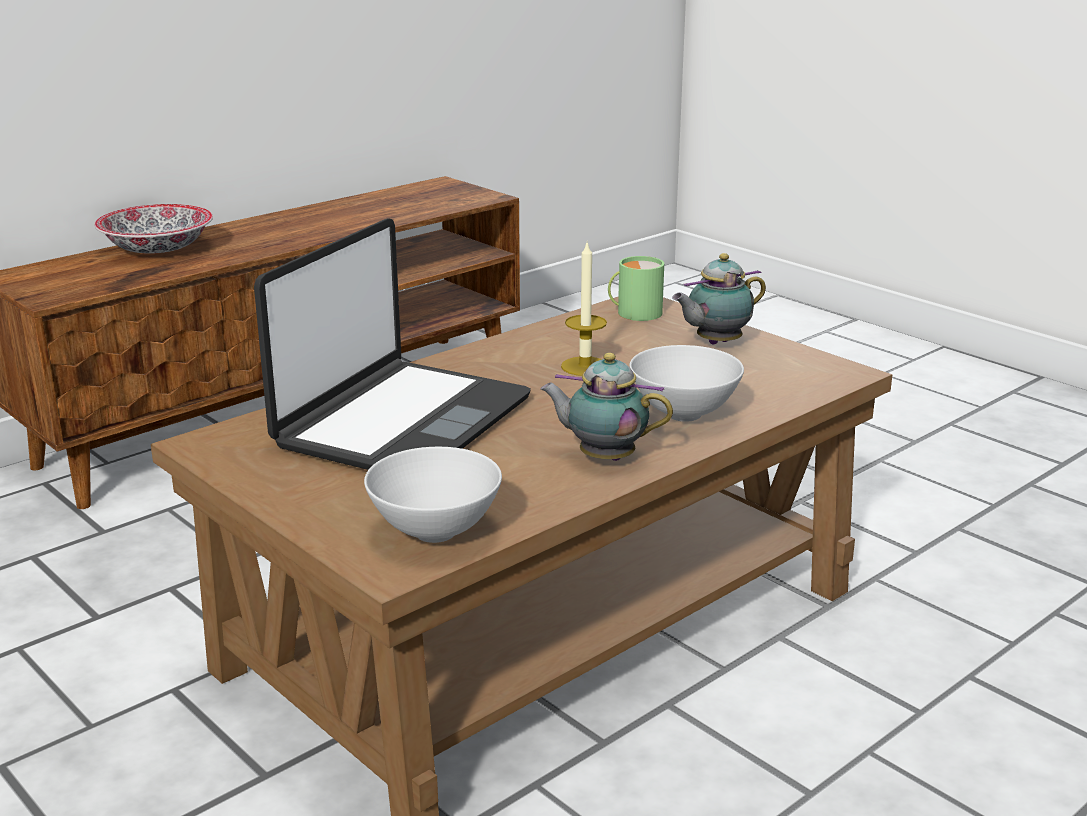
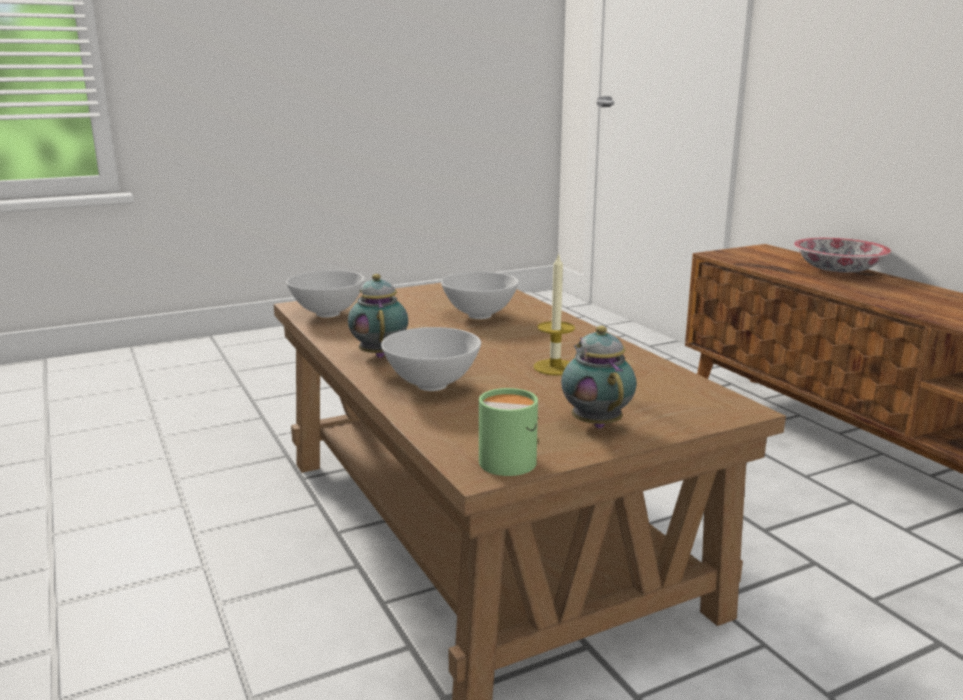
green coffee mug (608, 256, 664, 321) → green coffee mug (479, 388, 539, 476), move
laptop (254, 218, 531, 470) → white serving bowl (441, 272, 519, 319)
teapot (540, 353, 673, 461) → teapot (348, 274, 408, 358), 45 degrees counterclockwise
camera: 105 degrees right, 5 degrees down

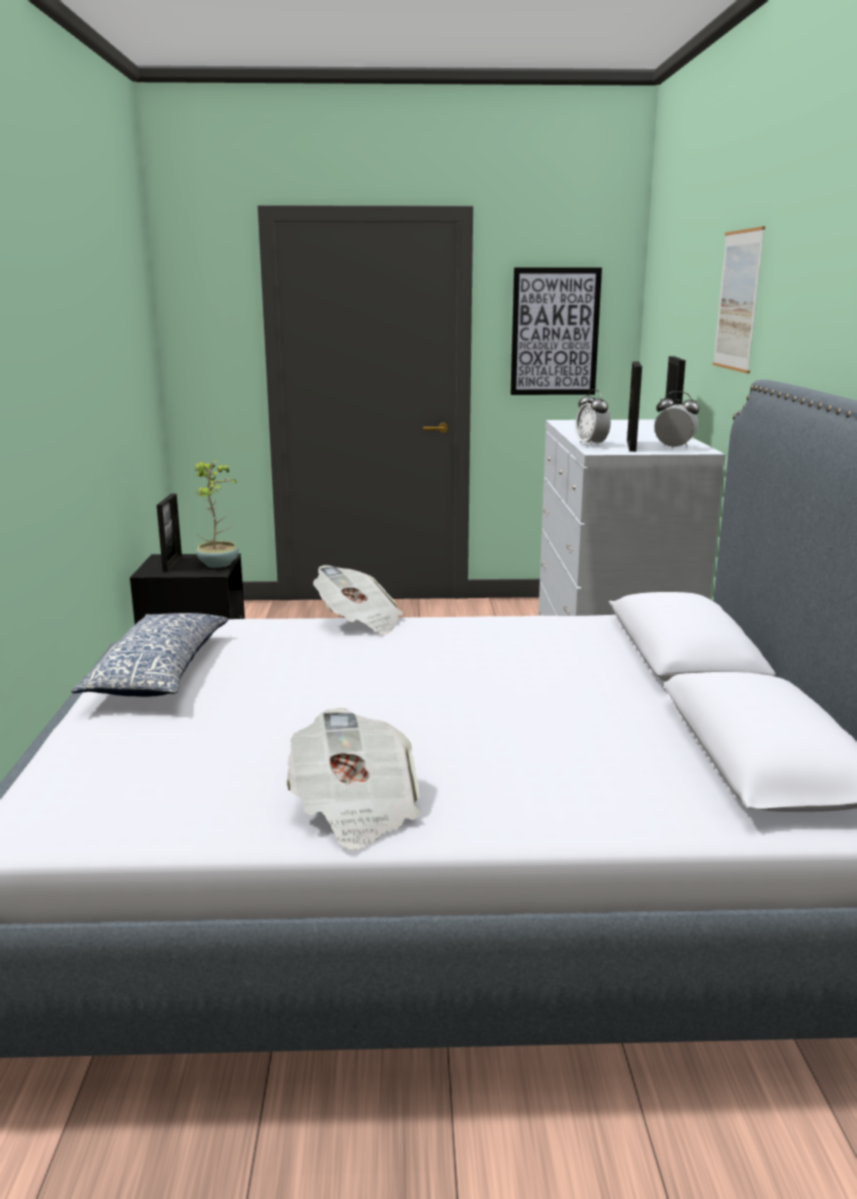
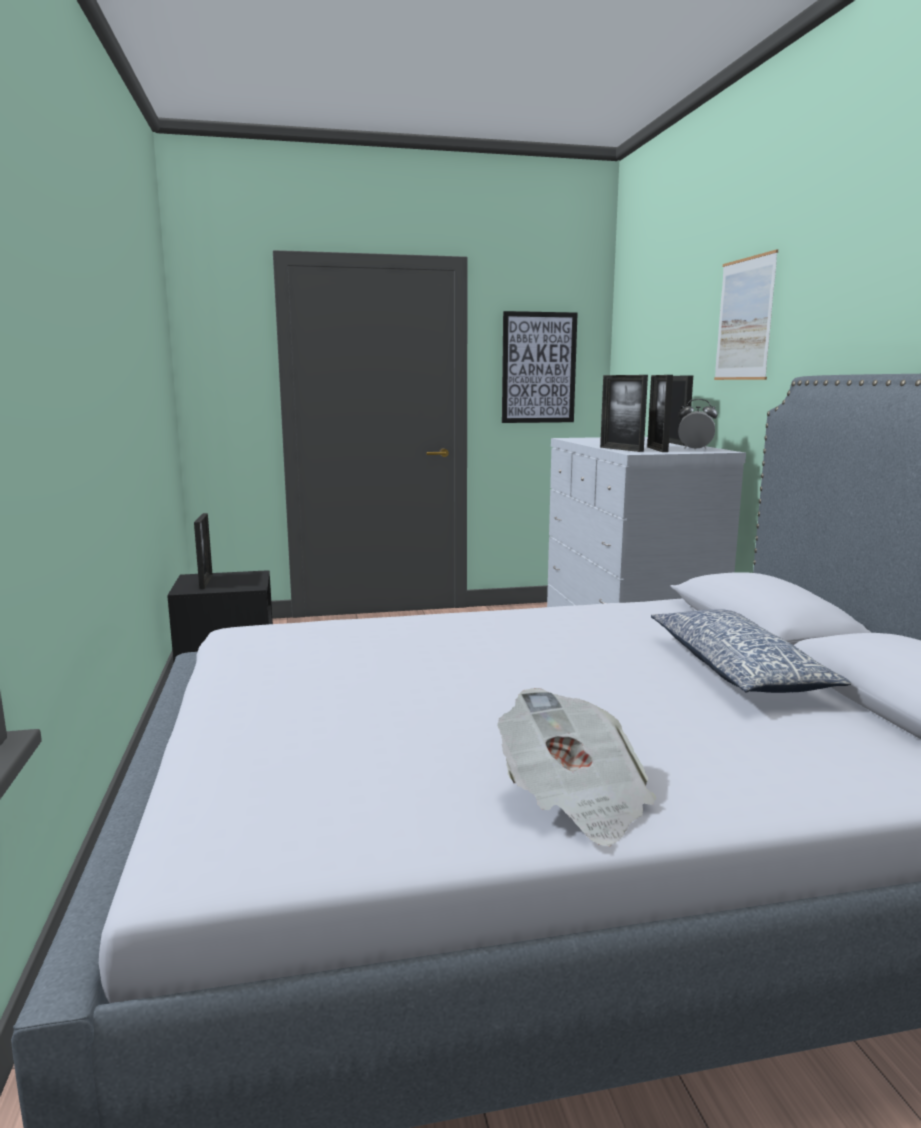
houseplant (196, 461, 239, 568) → -
newspaper (313, 565, 403, 634) → -
throw pillow (71, 613, 229, 697) → throw pillow (651, 609, 851, 693), move
alarm clock (575, 389, 611, 447) → photo frame (600, 375, 648, 452)
camera: 10 degrees left, 5 degrees down

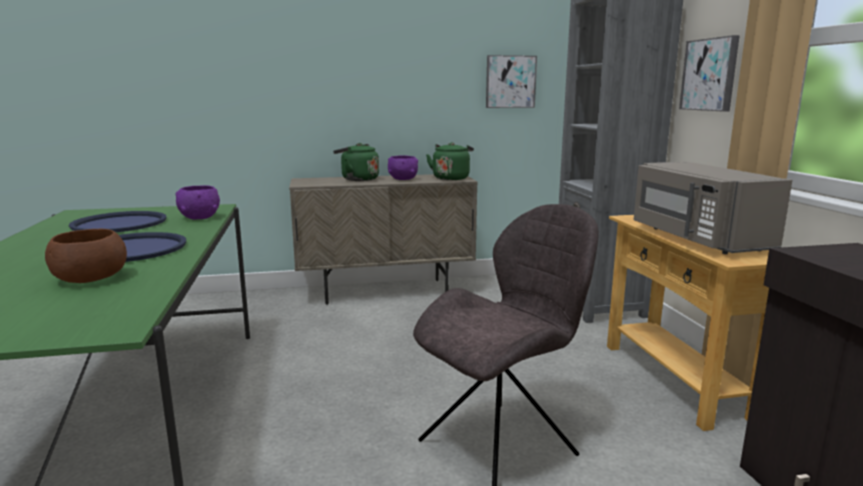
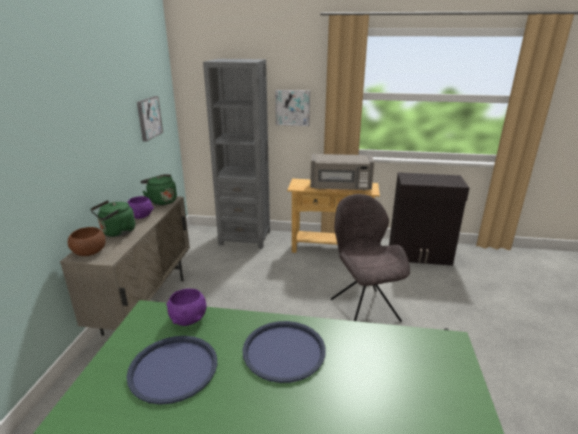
brown-coloured serving bowl (45, 229, 127, 283) → brown-coloured serving bowl (68, 227, 106, 256), move
camera: 70 degrees left, 10 degrees up

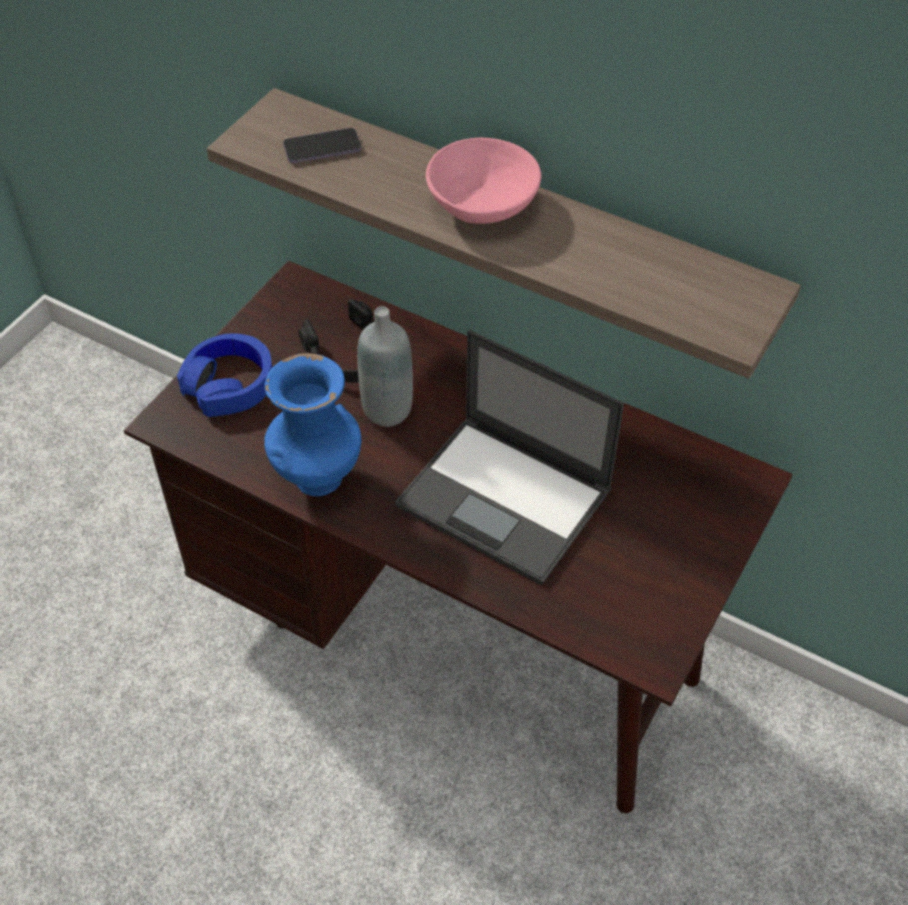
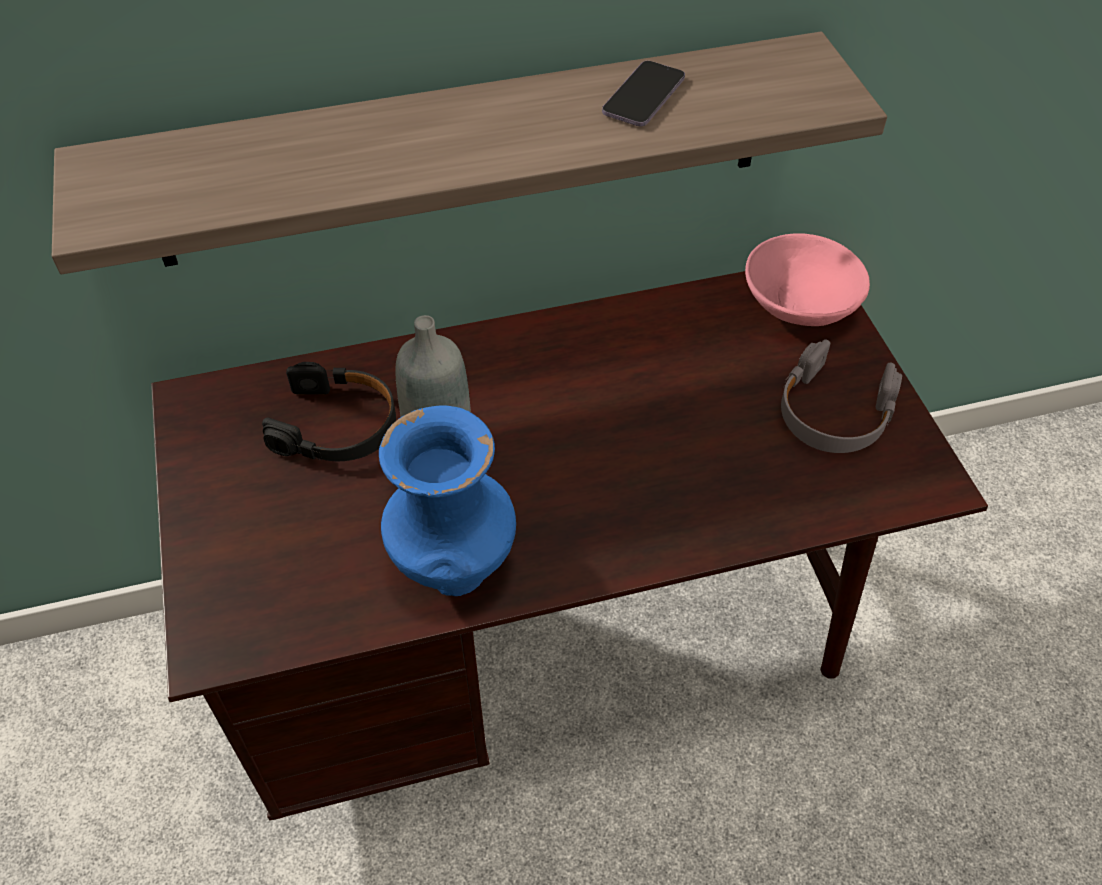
blue headphones (177, 334, 273, 417) → -
laptop (395, 330, 624, 585) → -
- → greyish headphones (781, 339, 902, 453)
handset (283, 128, 362, 163) → handset (602, 61, 685, 126), move
pink-coloured serving bowl (426, 138, 541, 224) → pink-coloured serving bowl (745, 233, 870, 326), move
camera: 45 degrees left, 0 degrees up

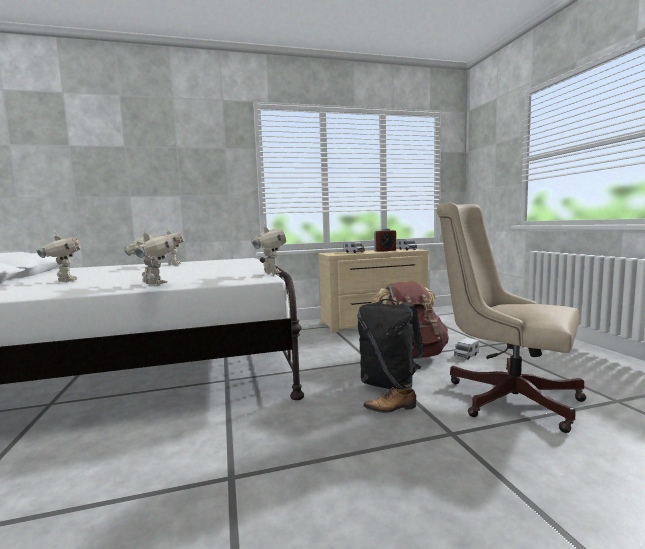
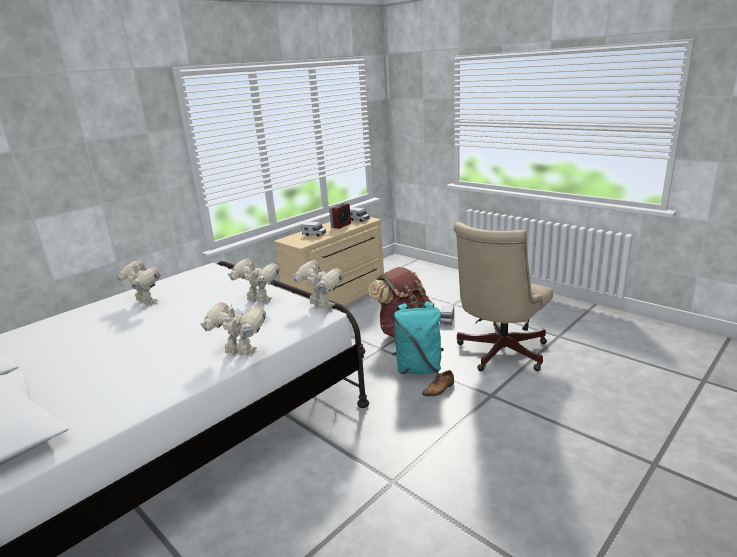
toy robot (37, 231, 81, 282) → toy robot (228, 258, 280, 303), move
blackish knapsack (358, 299, 424, 389) → turquoise knapsack (392, 301, 444, 374)
beige office chair (436, 202, 586, 433) → beige office chair (454, 222, 553, 371), 60 degrees counterclockwise
camera: 30 degrees left, 15 degrees up

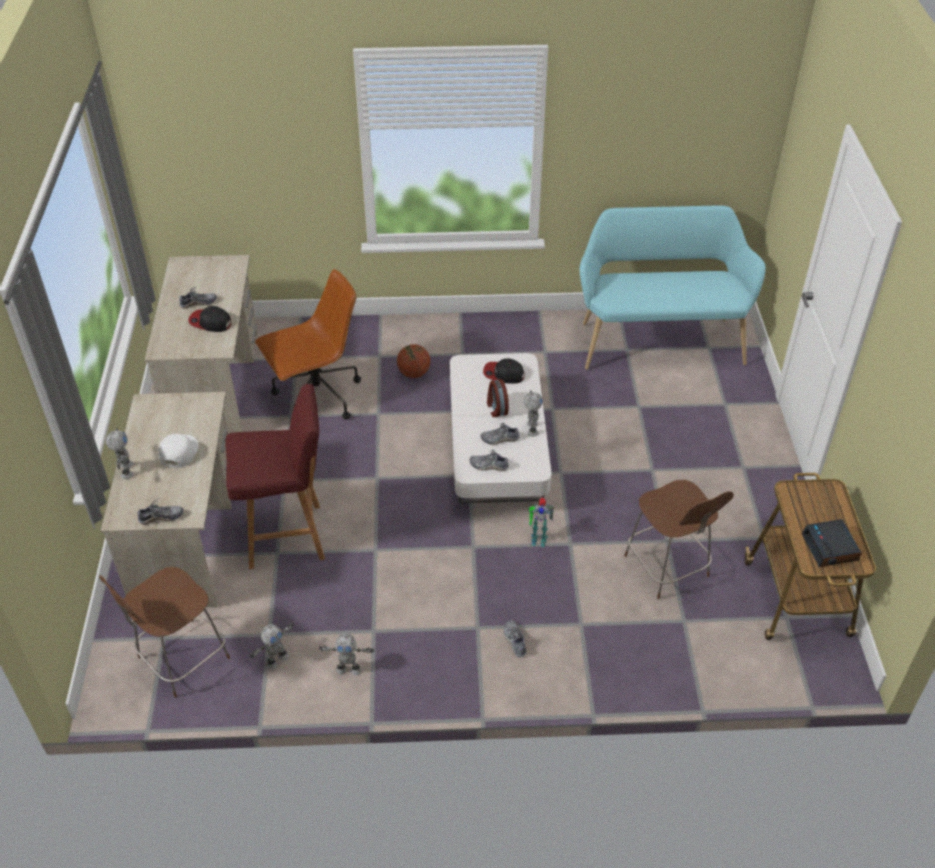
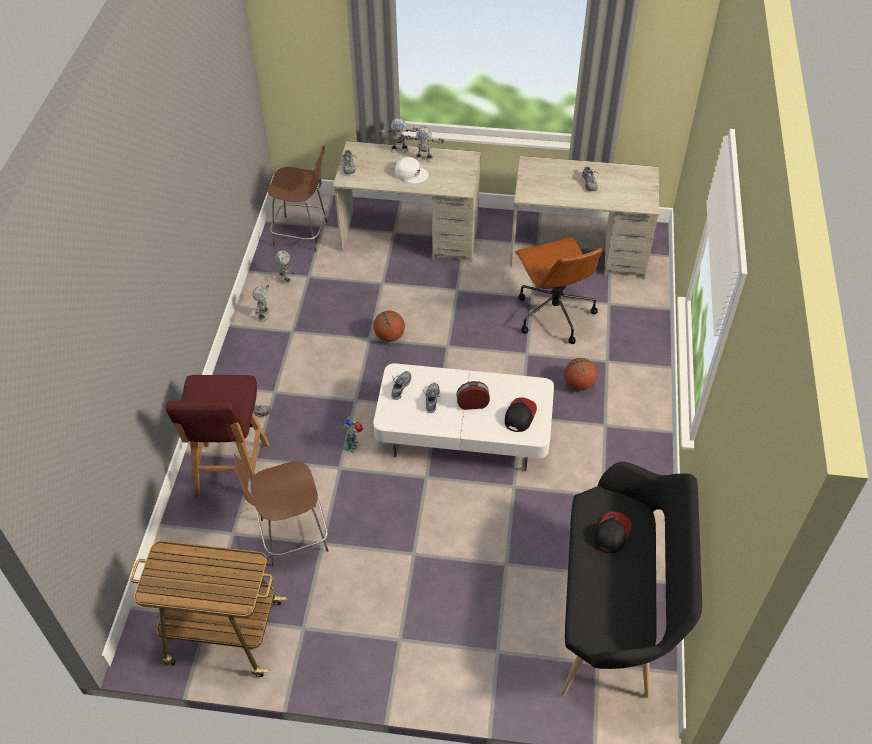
alarm clock (802, 519, 862, 567) → -
- → basketball ball (373, 311, 405, 342)
baseball cap (188, 306, 231, 332) → baseball cap (594, 511, 632, 553), move
red stool (225, 384, 325, 569) → red stool (166, 375, 269, 498), move
toy robot (524, 390, 543, 436) → toy robot (405, 126, 444, 162), move
turquoise bench (580, 205, 766, 369) → blackish bench (561, 462, 702, 698)
brown-coloured chair (99, 567, 230, 698) → brown-coloured chair (268, 145, 327, 252), 135 degrees clockwise
camera: 100 degrees right, 5 degrees up

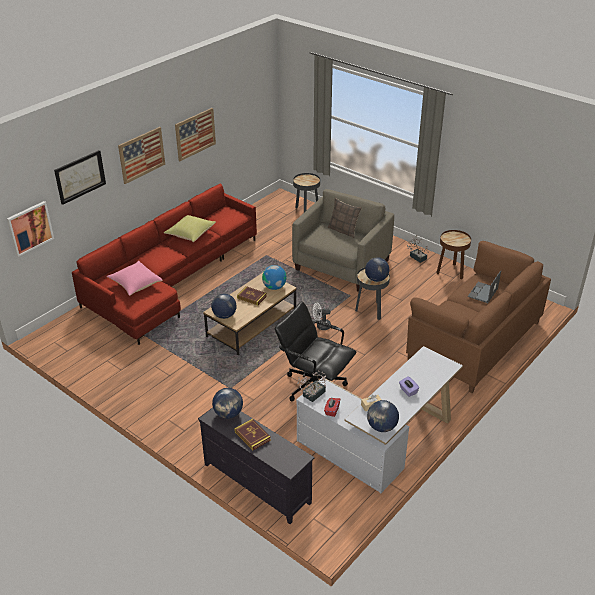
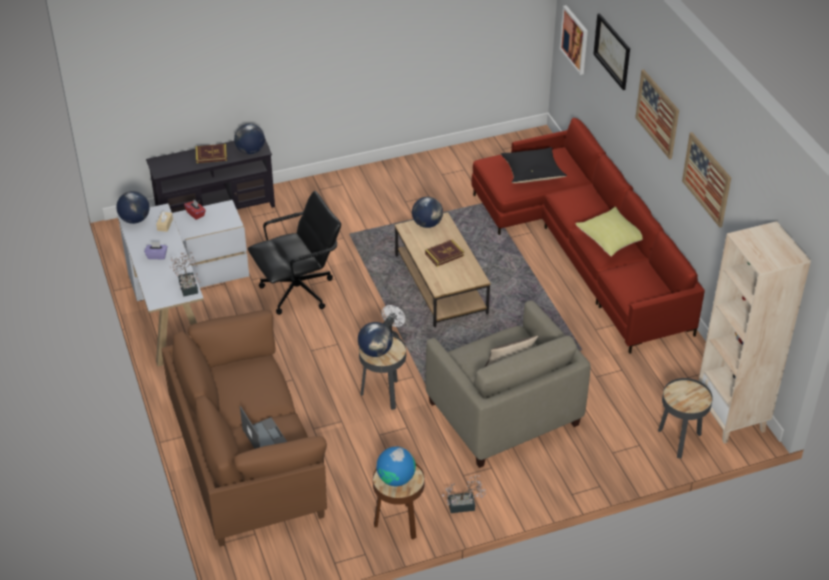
- → beige bookcase (699, 221, 811, 444)
desk globe (262, 265, 286, 290) → desk globe (376, 446, 416, 486), move
houseplant (297, 371, 326, 402) → houseplant (170, 252, 201, 297), move
pink-coloured throw pillow (107, 261, 162, 296) → blackish throw pillow (501, 147, 567, 183)
camera: 120 degrees right, 5 degrees up

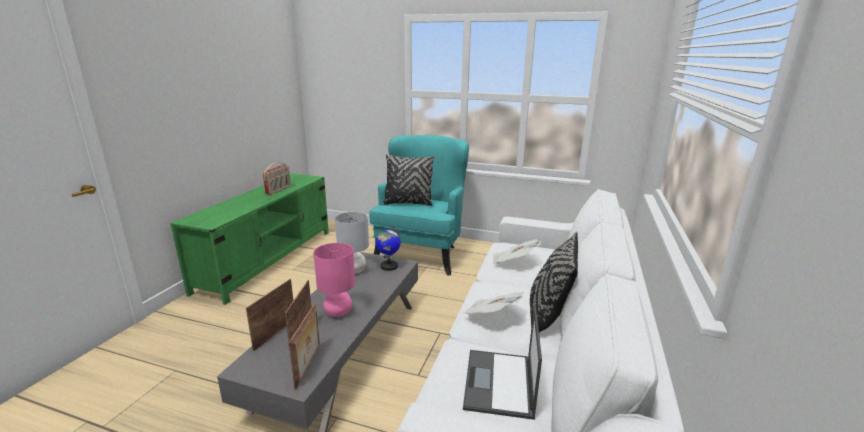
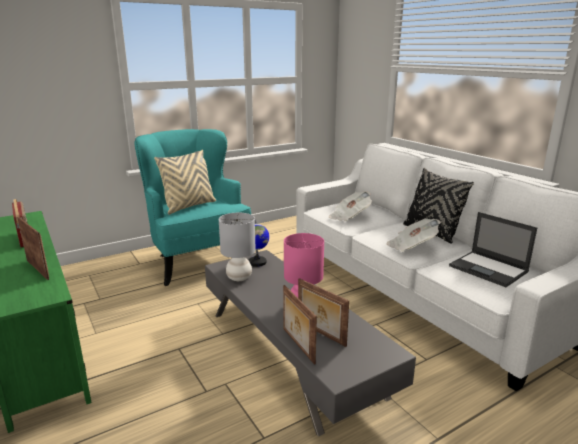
photo frame (288, 303, 320, 390) → photo frame (17, 217, 49, 280), move
blackish throw pillow (383, 154, 435, 206) → beige throw pillow (154, 150, 216, 215)
camera: 50 degrees left, 0 degrees up

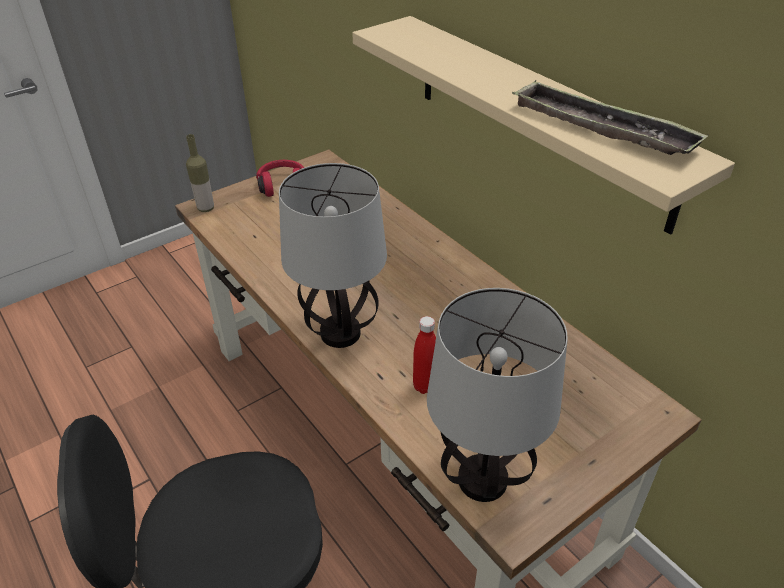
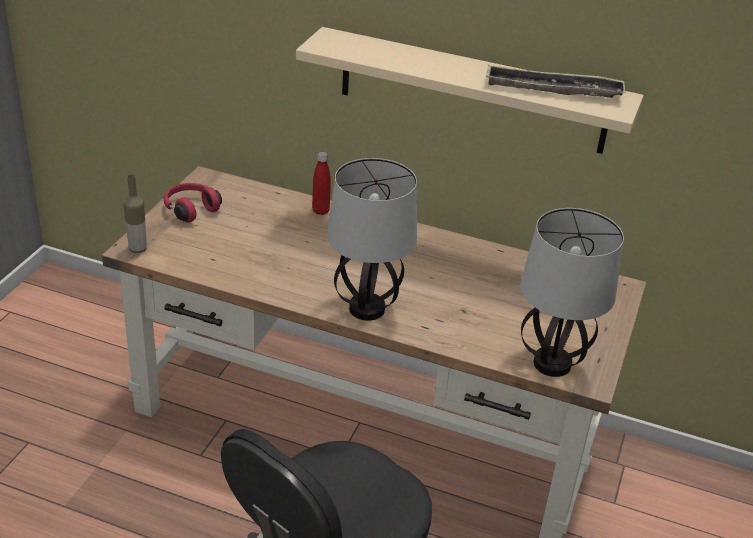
red drink bottle (413, 316, 436, 394) → red drink bottle (312, 152, 331, 215), move
camera: 35 degrees left, 5 degrees down

